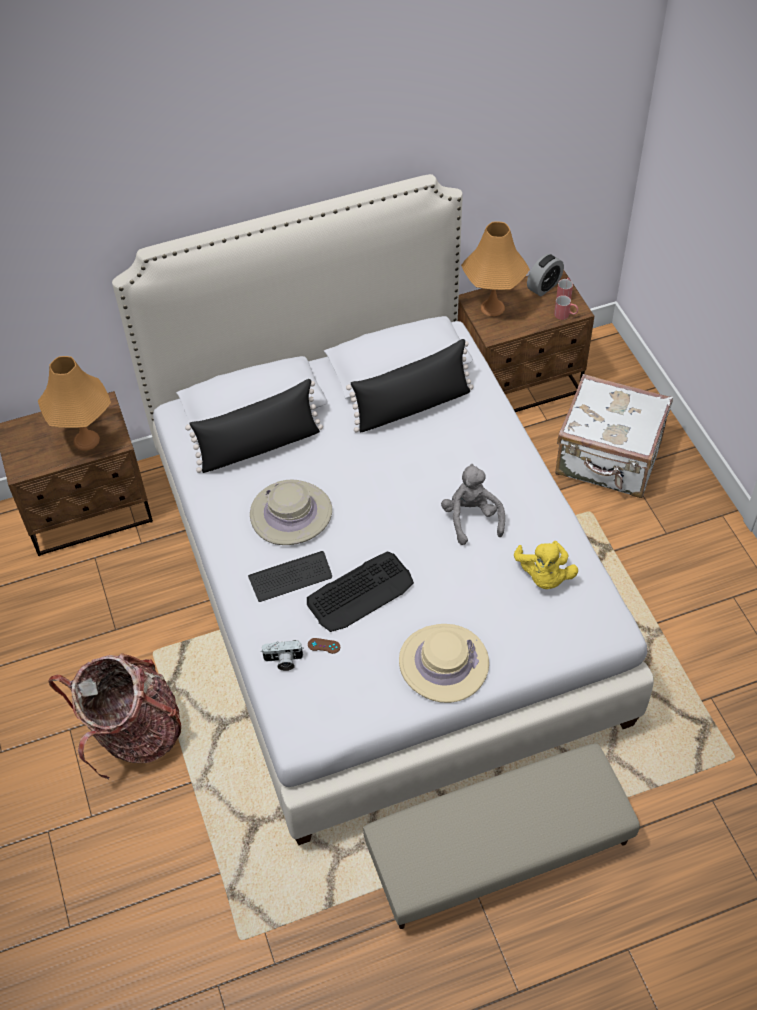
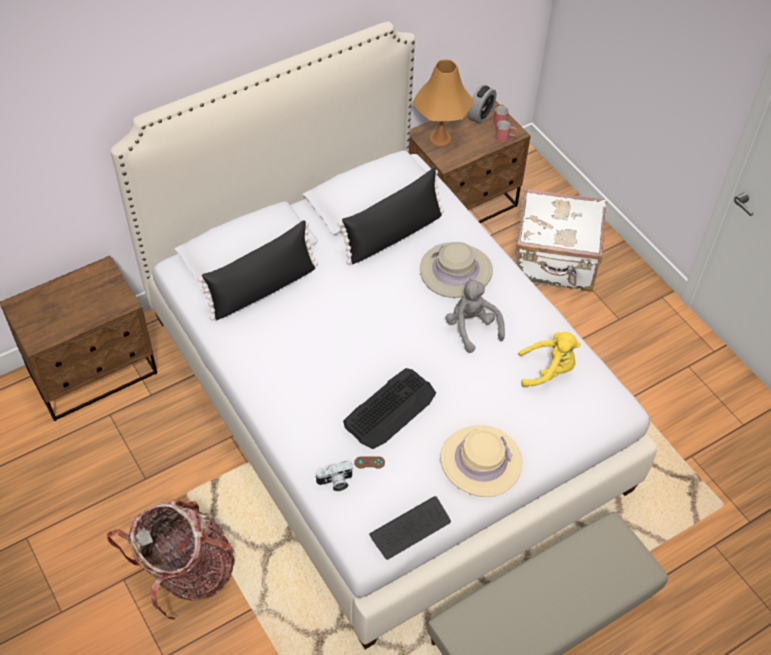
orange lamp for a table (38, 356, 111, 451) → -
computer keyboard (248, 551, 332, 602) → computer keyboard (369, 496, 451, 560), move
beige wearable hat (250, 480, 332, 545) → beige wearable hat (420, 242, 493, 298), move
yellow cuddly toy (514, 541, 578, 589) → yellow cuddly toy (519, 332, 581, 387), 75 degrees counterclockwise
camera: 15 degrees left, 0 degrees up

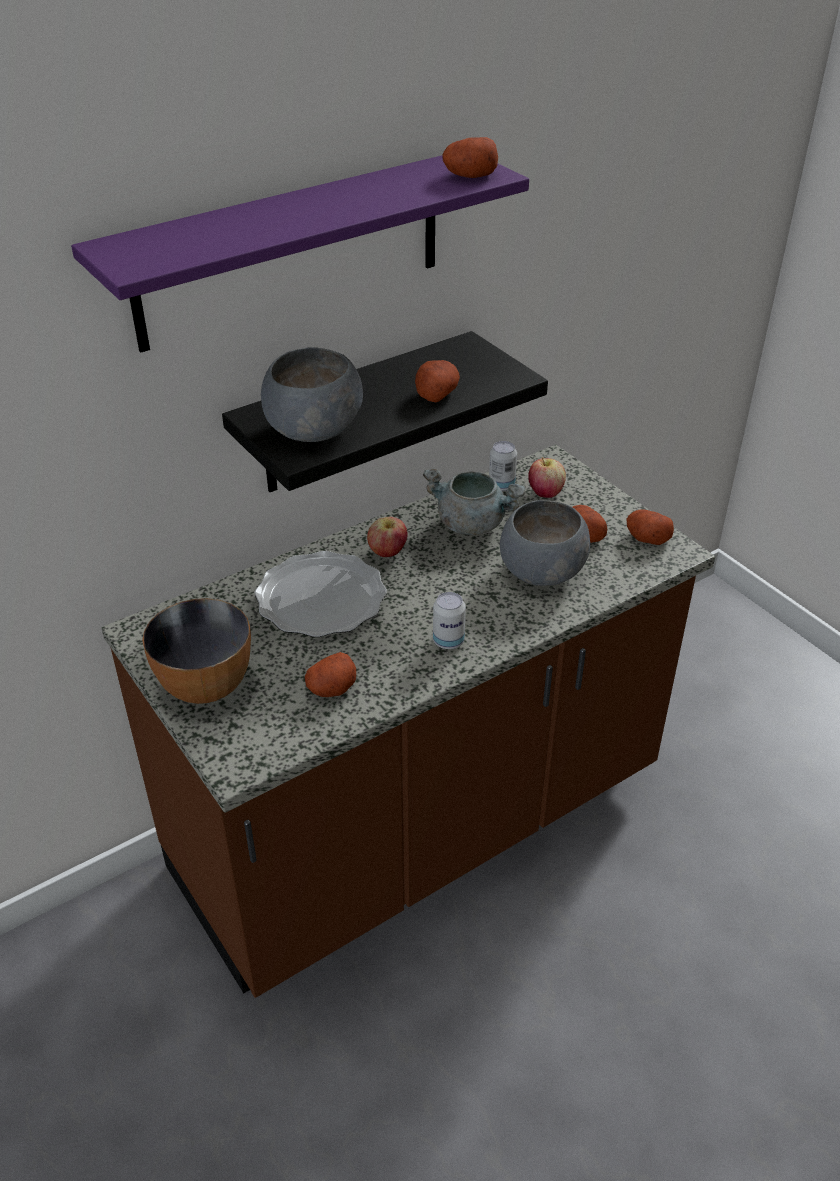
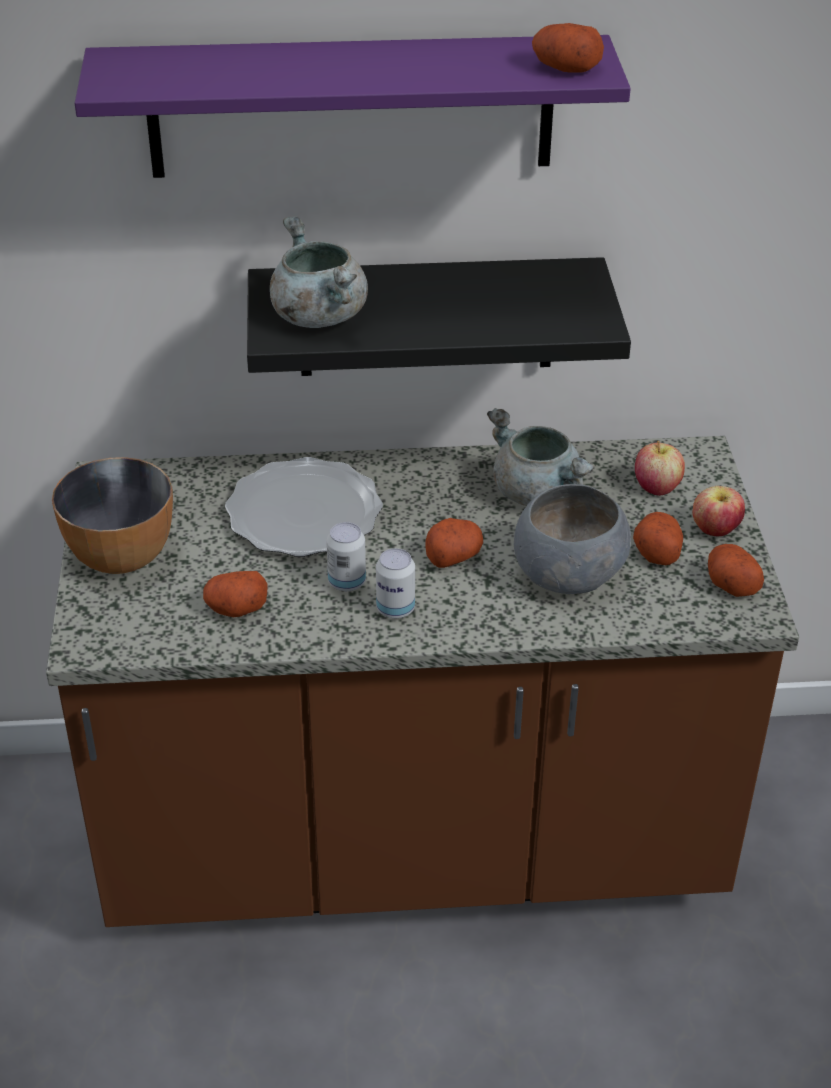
whole apple (367, 517, 408, 557) → whole apple (693, 486, 745, 536), move
whole potato (415, 360, 460, 402) → whole potato (425, 518, 483, 568), move
sealed can (489, 441, 517, 491) → sealed can (326, 522, 366, 591), move
greyish serving bowl (261, 347, 363, 442) → greyish saucepot (270, 216, 368, 328)
camera: 30 degrees right, 0 degrees up

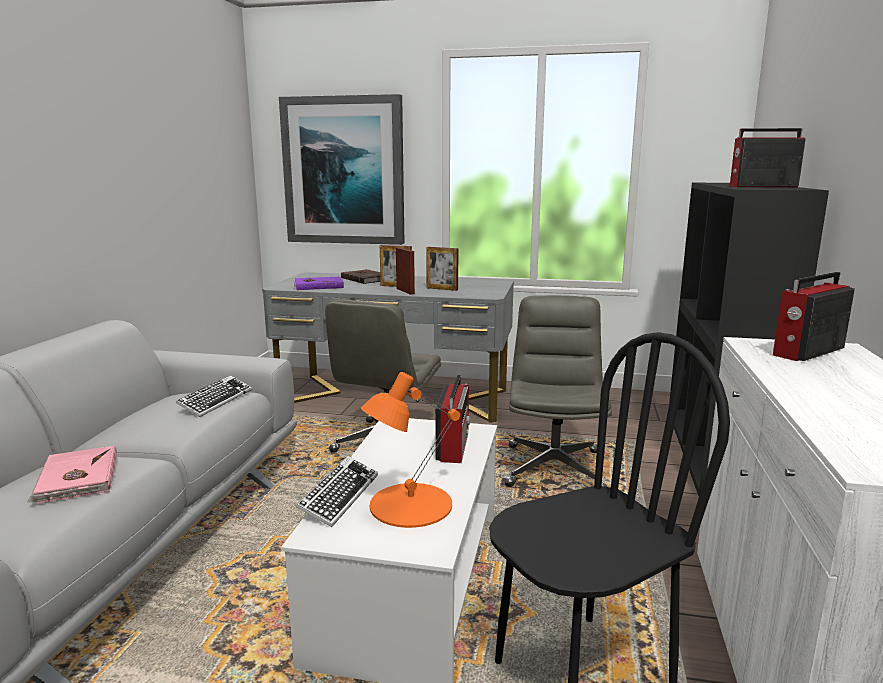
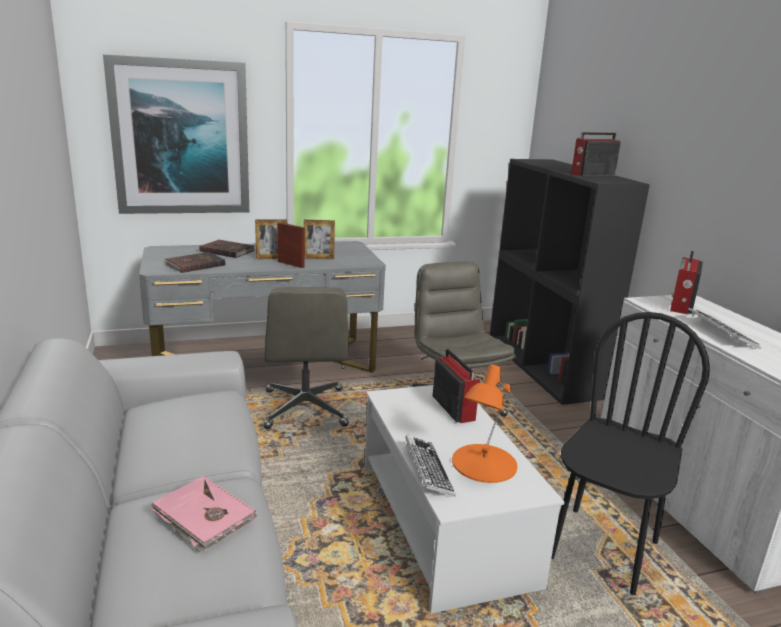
computer keyboard (176, 375, 252, 417) → computer keyboard (688, 308, 761, 349), move
purple-coloured bound book (294, 277, 344, 290) → brown-coloured bound book (164, 252, 225, 273)
camera: 30 degrees left, 5 degrees up

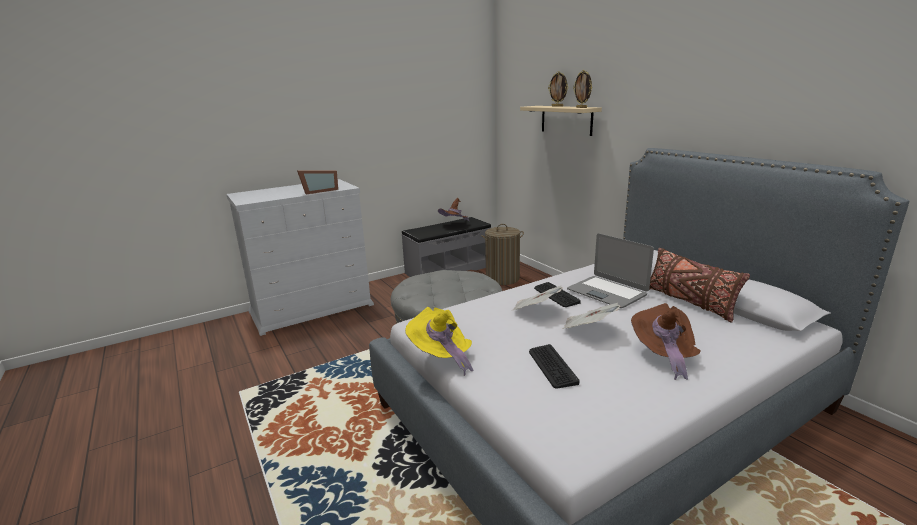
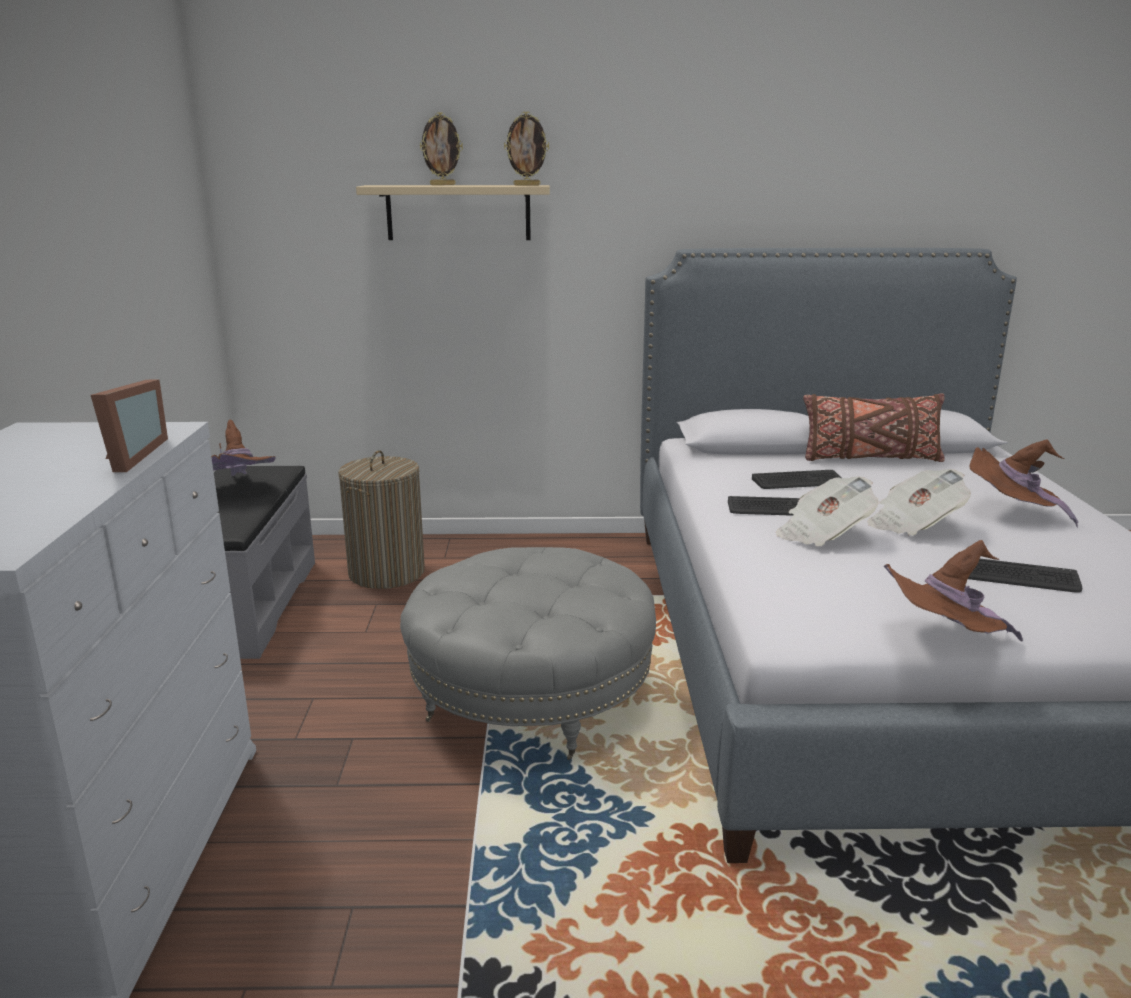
laptop (567, 233, 654, 308) → computer keyboard (752, 470, 841, 489)
yellow wearable hat (405, 307, 474, 376) → brown-coloured wearable hat (884, 540, 1023, 642)
camera: 60 degrees left, 0 degrees up

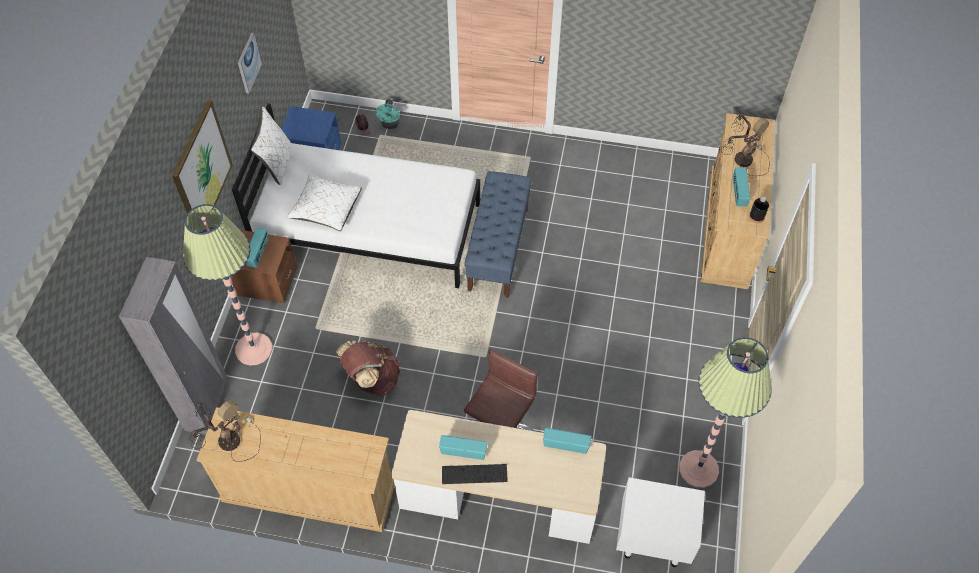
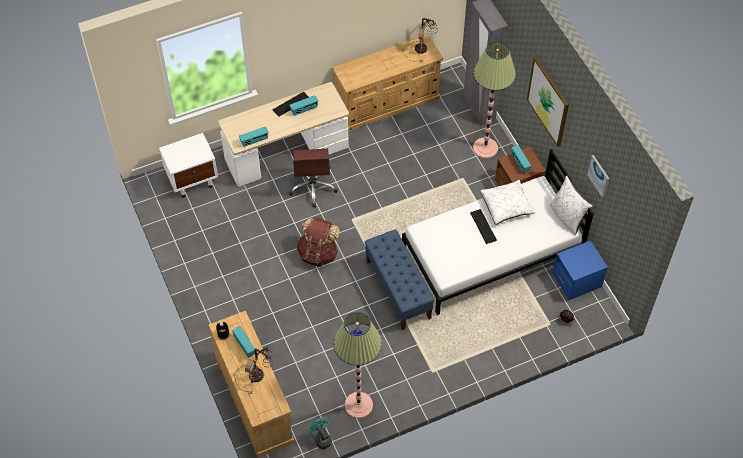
- → computer keyboard (470, 209, 497, 244)
brown-coloured knapsack (336, 341, 401, 396) → brown-coloured knapsack (297, 218, 340, 267), move
turquoise electric fan (376, 99, 400, 129) → turquoise electric fan (309, 418, 332, 449), move
standard lamp (679, 337, 772, 488) → standard lamp (333, 312, 382, 418), move
camera: 145 degrees right, 0 degrees up

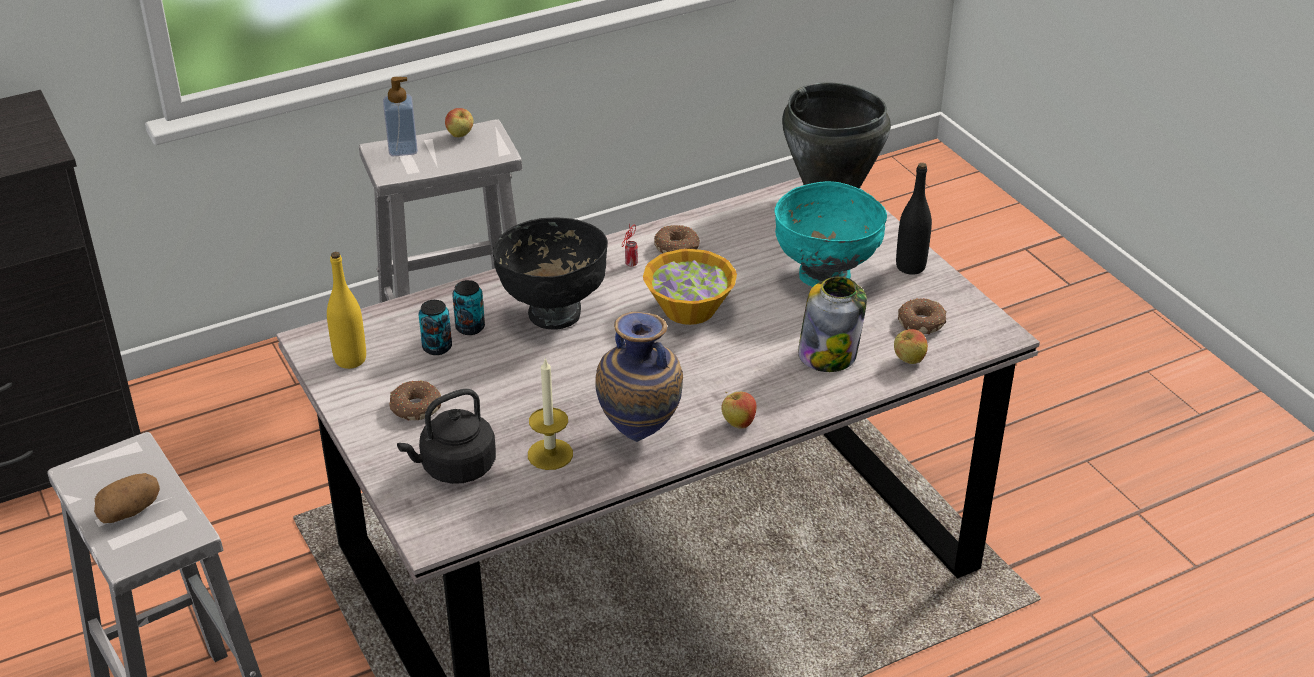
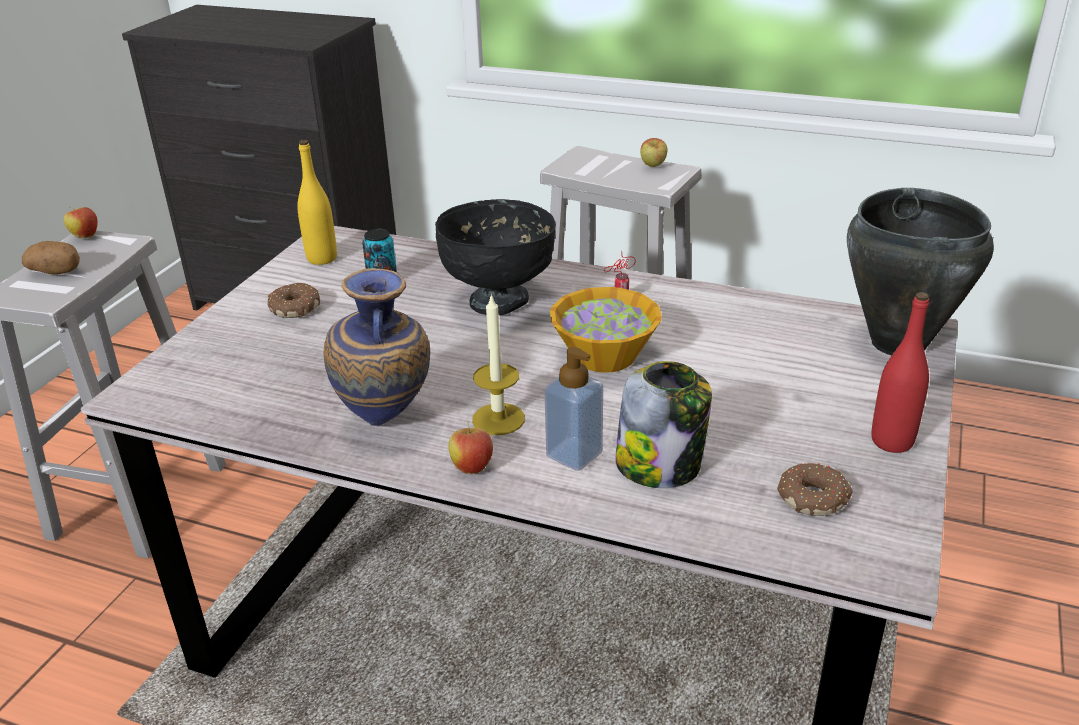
blackish water kettle (397, 389, 496, 484) → -
sealed can (452, 280, 485, 335) → -
ring doughnut (654, 225, 700, 253) → -
turquoise serving bowl (775, 181, 887, 287) → -
soap dispenser (383, 77, 418, 156) → soap dispenser (544, 347, 603, 471), move
candle (528, 358, 573, 470) → candle (472, 293, 525, 435), move
whole apple (894, 329, 928, 364) → whole apple (64, 206, 98, 238), move
blackish drink bottle (896, 163, 932, 275) → red drink bottle (872, 292, 929, 453)
camera: 50 degrees right, 5 degrees down

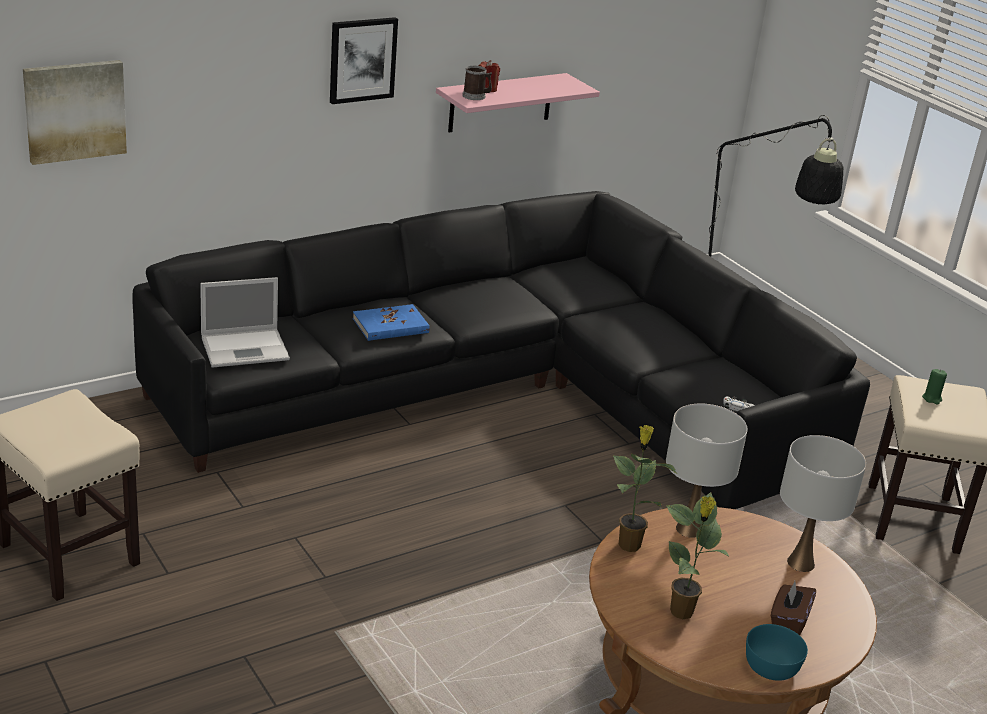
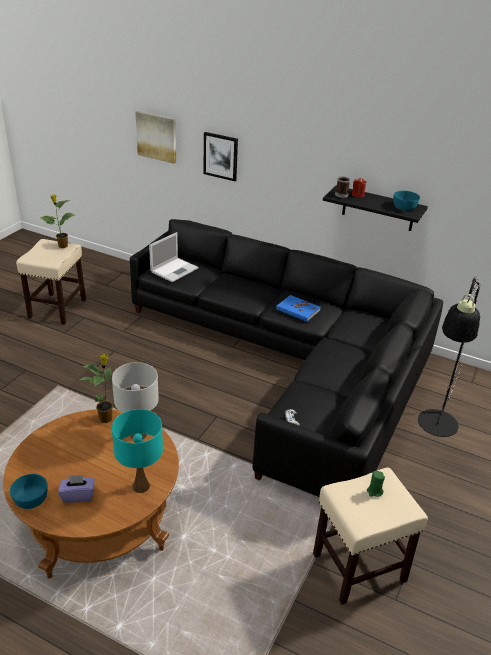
- → turquoise serving bowl (394, 191, 420, 211)
picture (330, 17, 398, 104) → picture (204, 132, 238, 181), move
blue bound book (353, 304, 430, 341) → blue bound book (276, 295, 320, 322), move
houseplant (666, 492, 730, 619) → houseplant (40, 195, 75, 248), move
pink-coloured shelf (436, 73, 600, 132) → blackish shelf (323, 186, 428, 231)
brown-coloured tissue holder (771, 581, 816, 635) → purple-coloured tissue holder (58, 475, 95, 503)
white lamp for a table (780, 435, 866, 572) → turquoise lamp for a table (112, 409, 163, 493)
laptop (200, 277, 290, 368) → laptop (149, 232, 199, 282), 90 degrees counterclockwise
camera: 60 degrees right, 5 degrees up

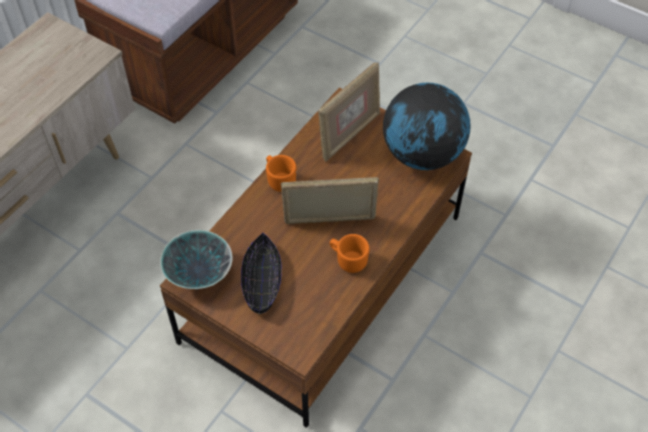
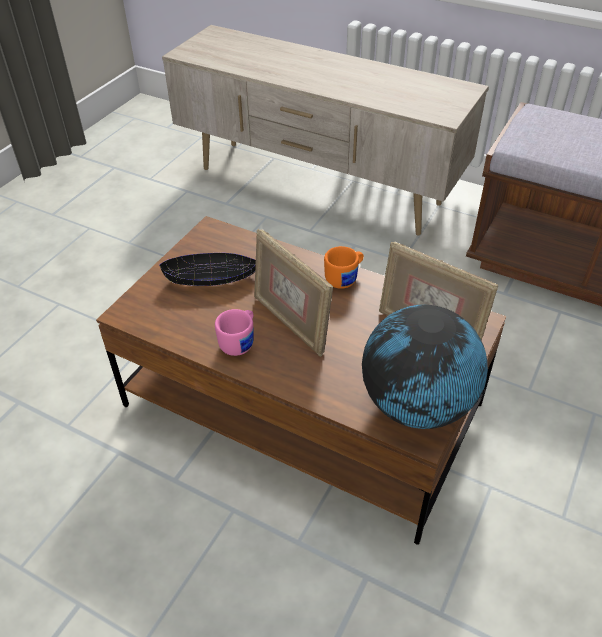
serving bowl (160, 230, 233, 289) → -
orange coffee mug (330, 234, 369, 273) → pink-coloured coffee mug (215, 309, 254, 356)
photo frame (281, 177, 379, 224) → photo frame (254, 229, 333, 356), 150 degrees clockwise
camera: 85 degrees right, 10 degrees down

